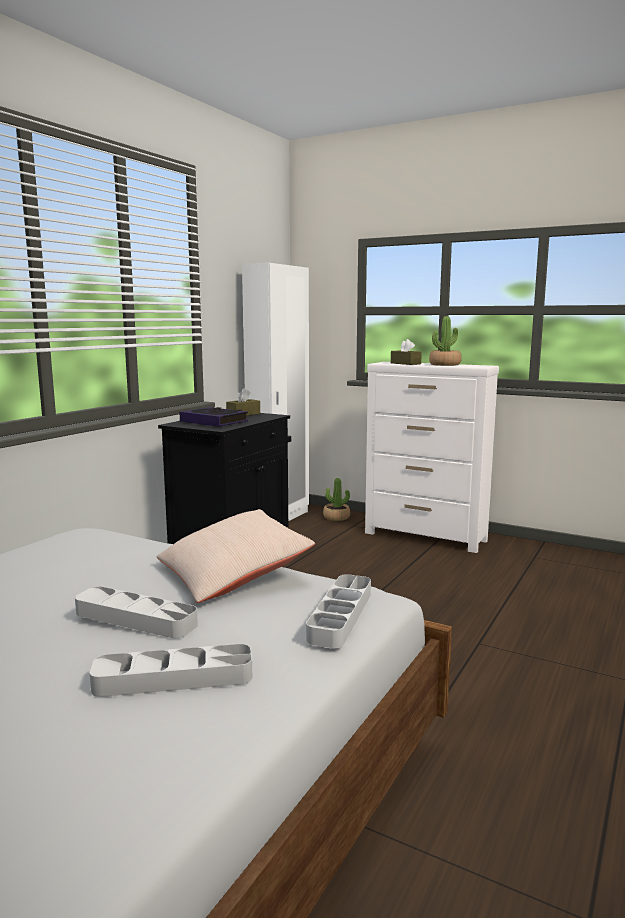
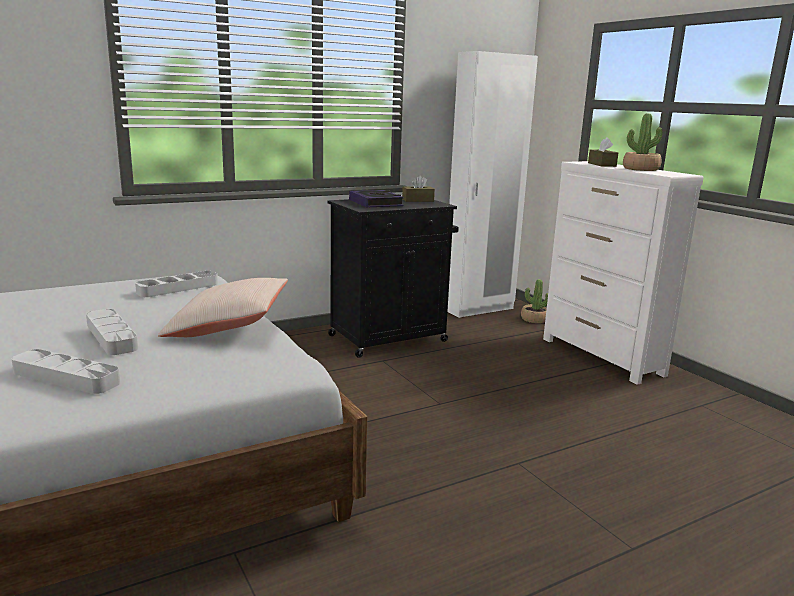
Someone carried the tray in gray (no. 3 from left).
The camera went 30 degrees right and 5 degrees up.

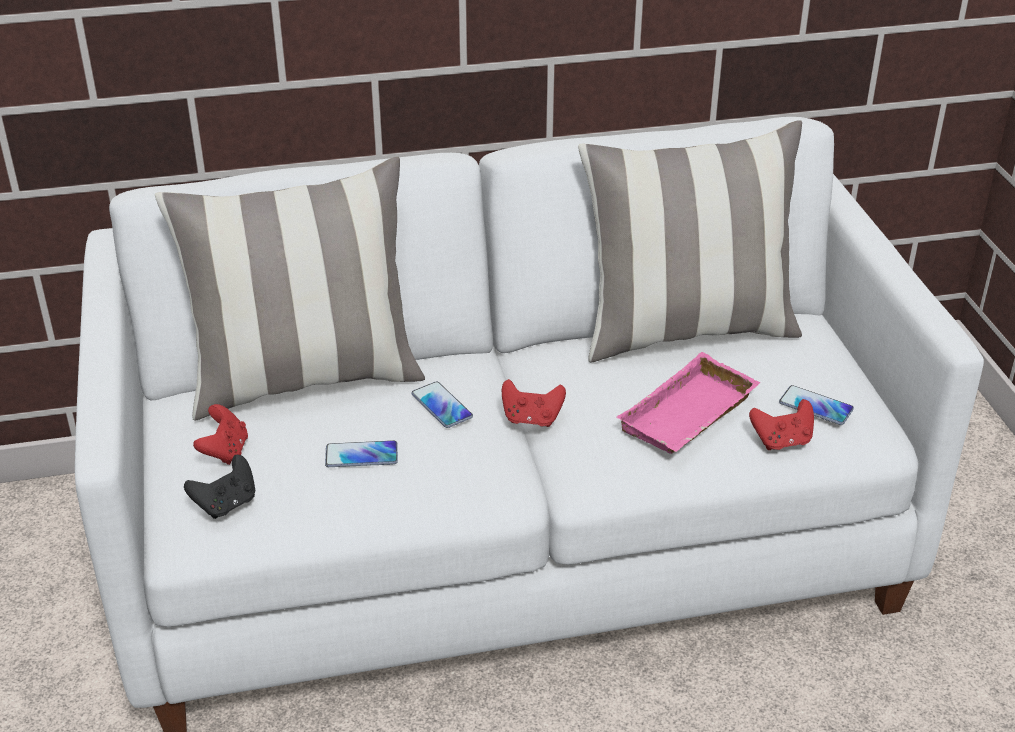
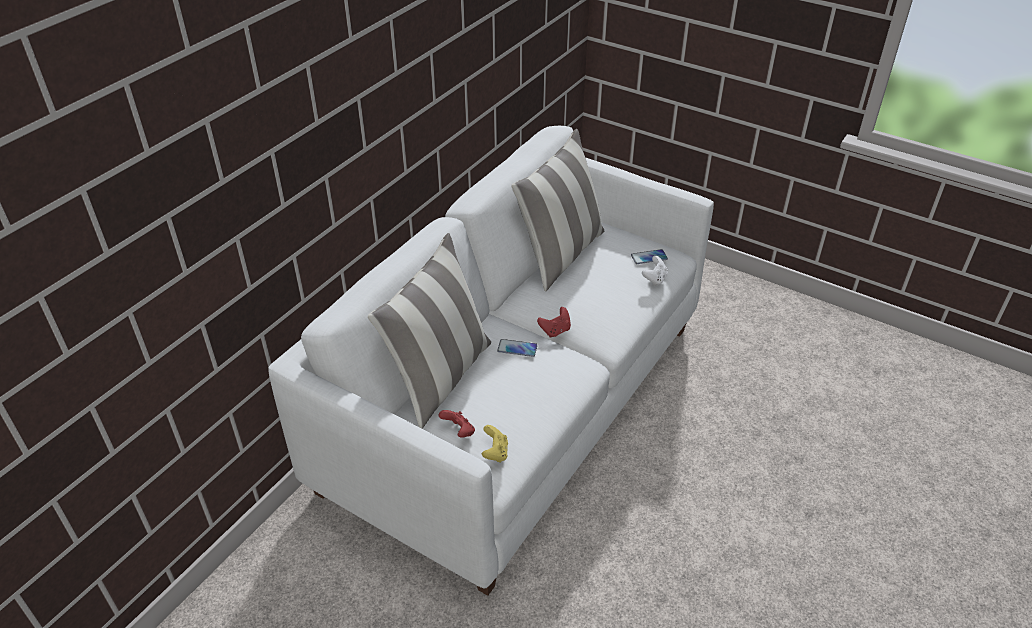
Someone repainted the game controller in black-coloured, which became the game controller in yellow-coloured.
Someone took away the phone (no. 1 from left).
Someone took away the tray in pink-coloured.
Someone repainted the game controller in red (no. 3 from left), which became the game controller in white-coloured.
The camera went 45 degrees left and 5 degrees up.

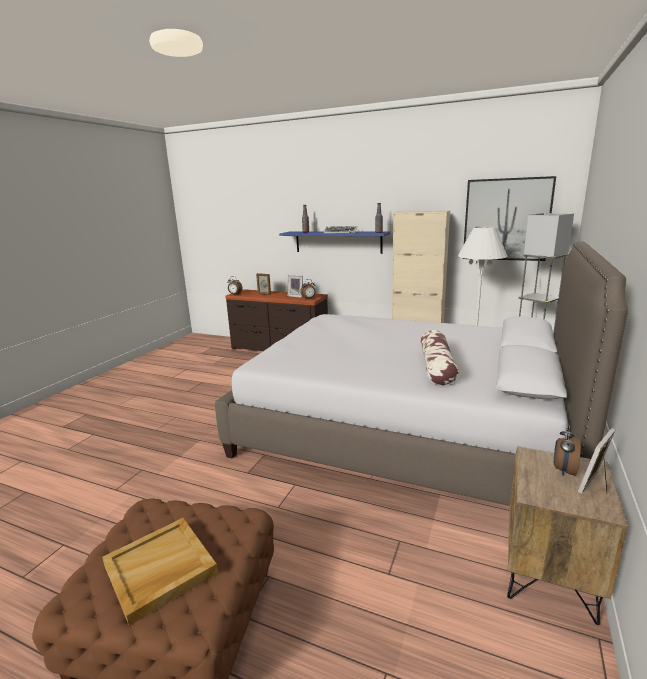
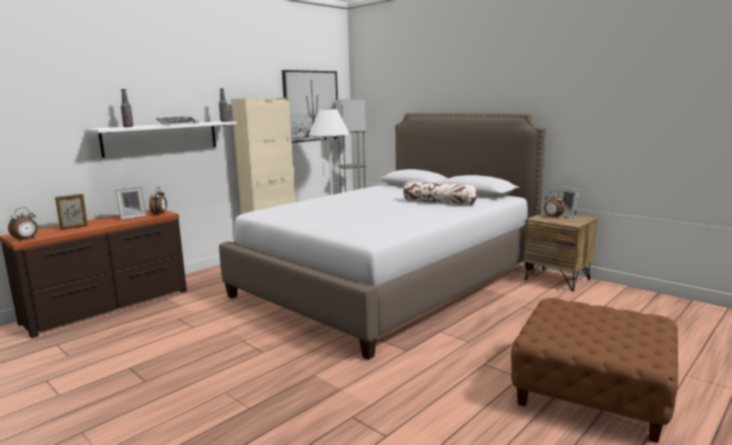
Someone took away the tray in sand-coloured.
Someone repainted the bracket shelf in bluish, which became the bracket shelf in white-coloured.
The camera went 70 degrees left and 5 degrees down.

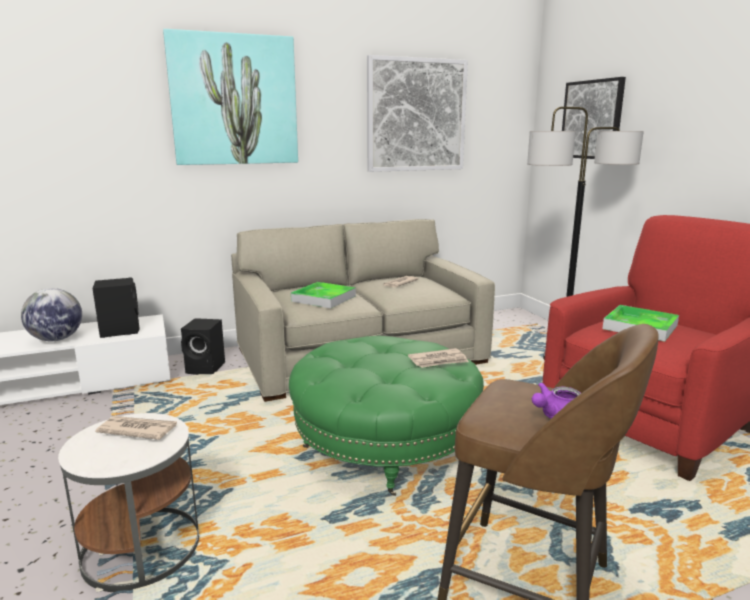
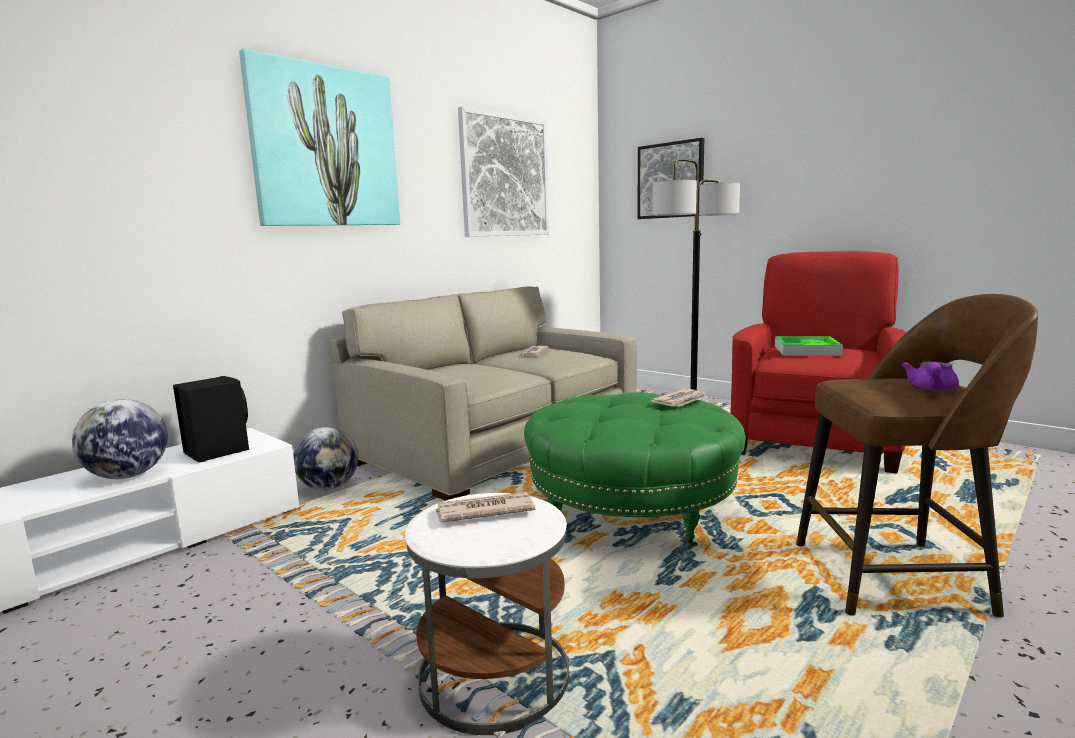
Someone swapped the speaker in black-coloured (no. 2 from left) for the globe (no. 2 from left).
Someone took away the tray (no. 1 from left).
The camera went 25 degrees left and 5 degrees down.

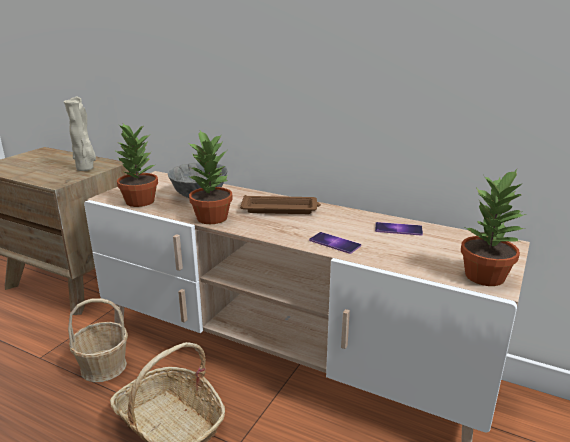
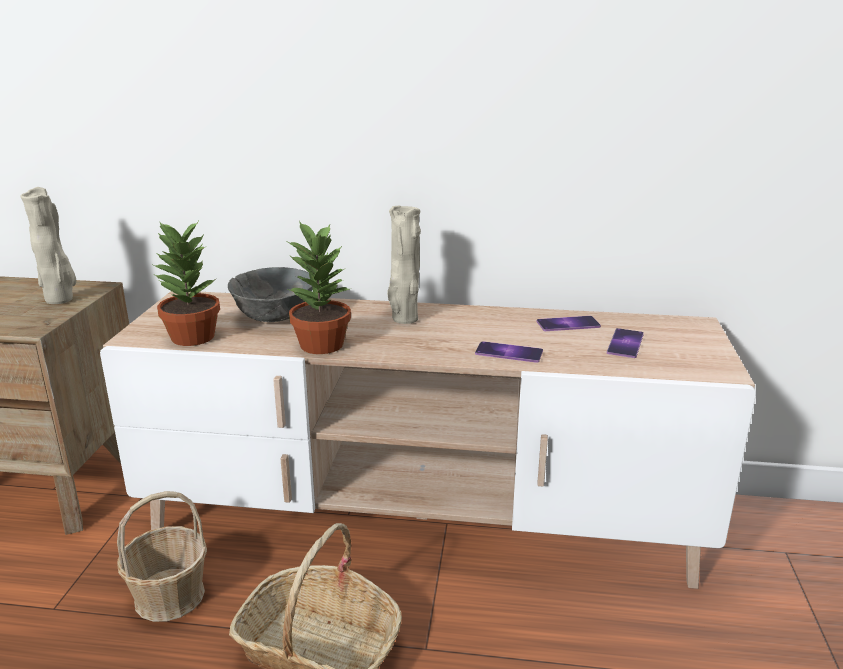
Someone swapped the tray in brownish for the flower vase in sand-coloured (no. 2 from left).
Someone took away the houseplant (no. 3 from left).
Someone put down the phone (no. 3 from left).
The camera went 20 degrees left and 0 degrees up.

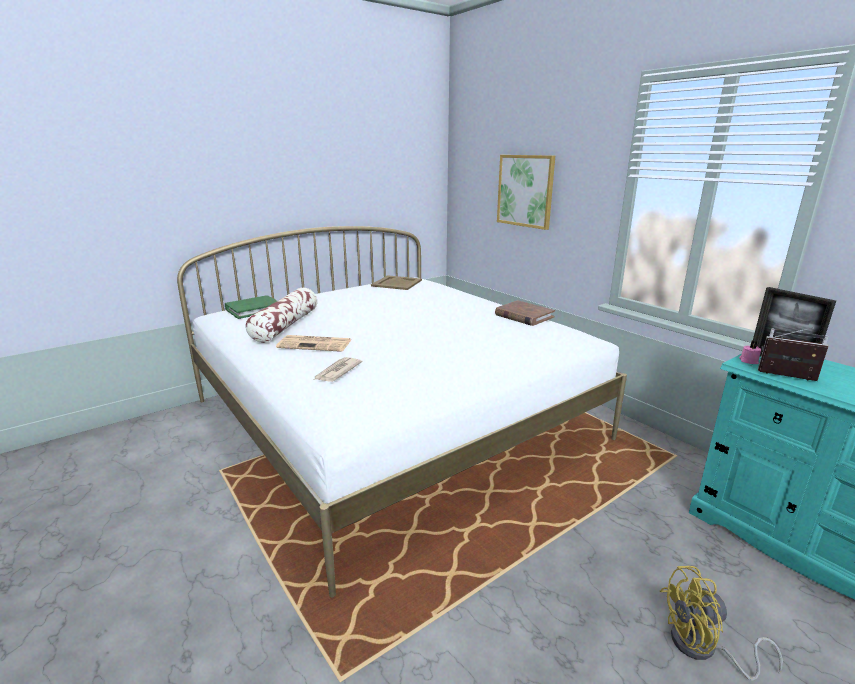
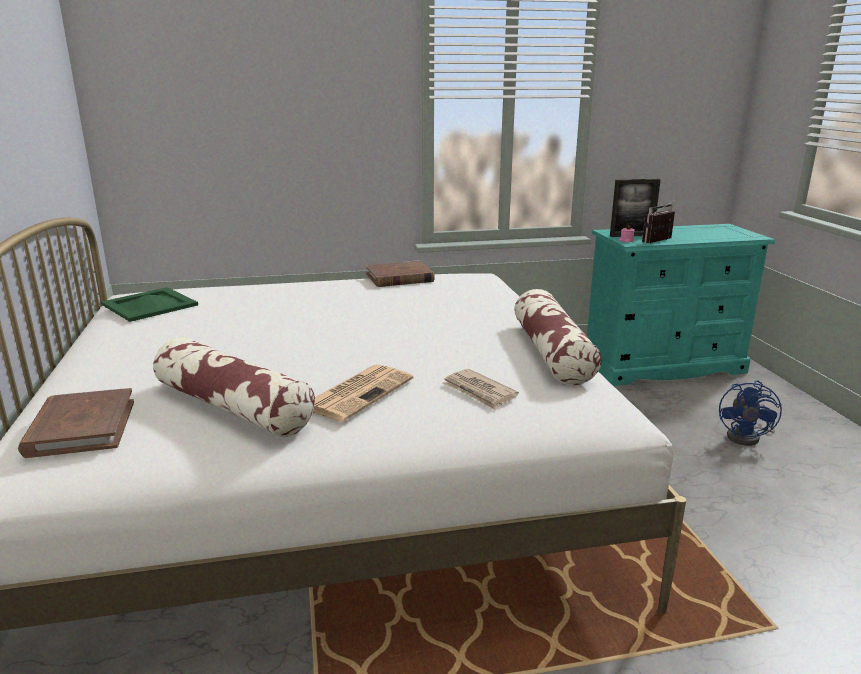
Someone repainted the volume in green, which became the volume in brownish (no. 1 from left).
Someone repainted the tray in sand-coloured, which became the tray in green.
Someone took away the wall picture.
Someone repainted the cooling fan in yellow-coloured, which became the cooling fan in bluish.
Someone put down the cushion (no. 2 from left).
The camera went 65 degrees left and 0 degrees up.

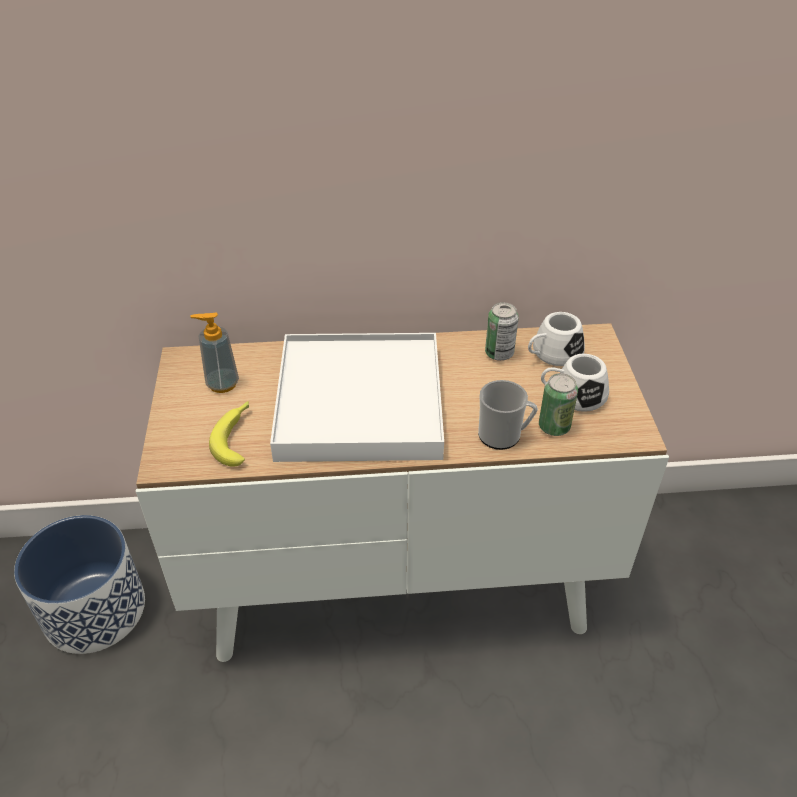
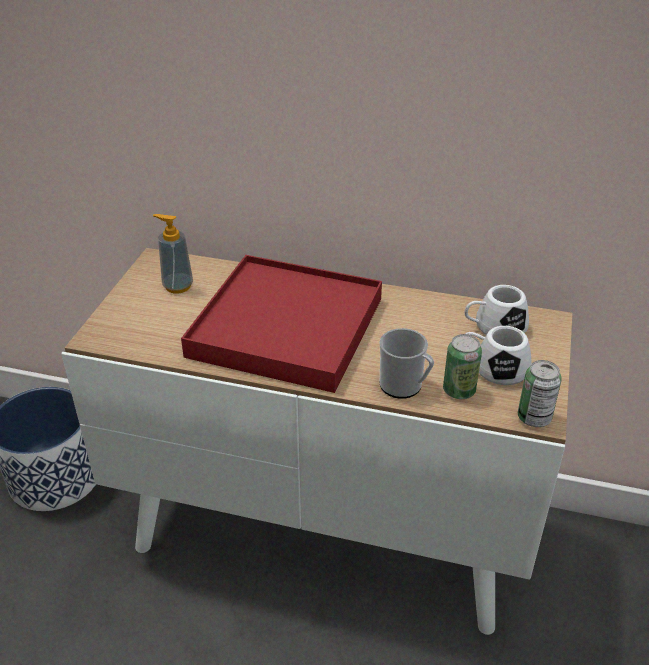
Someone took away the whole banana.
Someone repainted the tray in white-coloured, which became the tray in red.
Someone carried the metal can (no. 1 from left in the first image).
The camera went 20 degrees right and 5 degrees down.

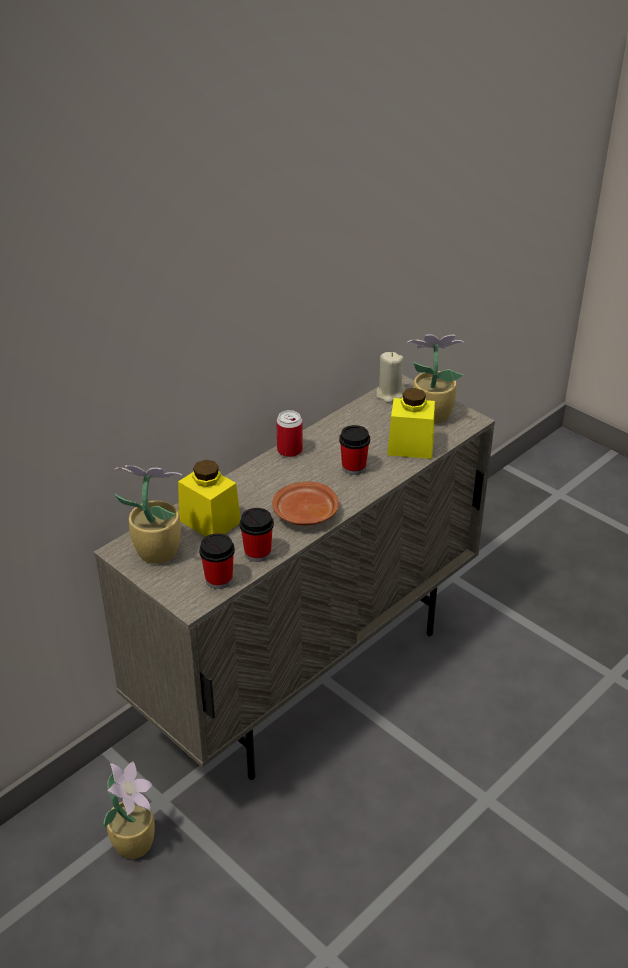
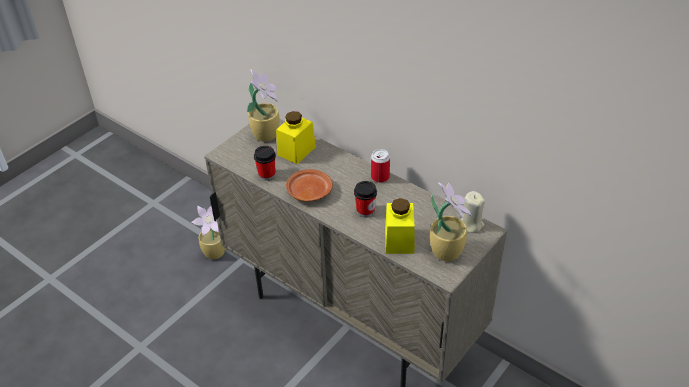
Someone took away the drinking cup (no. 1 from left).
The camera went 85 degrees right and 5 degrees up.

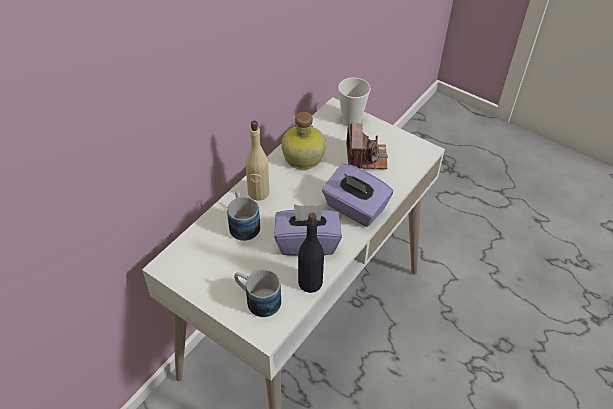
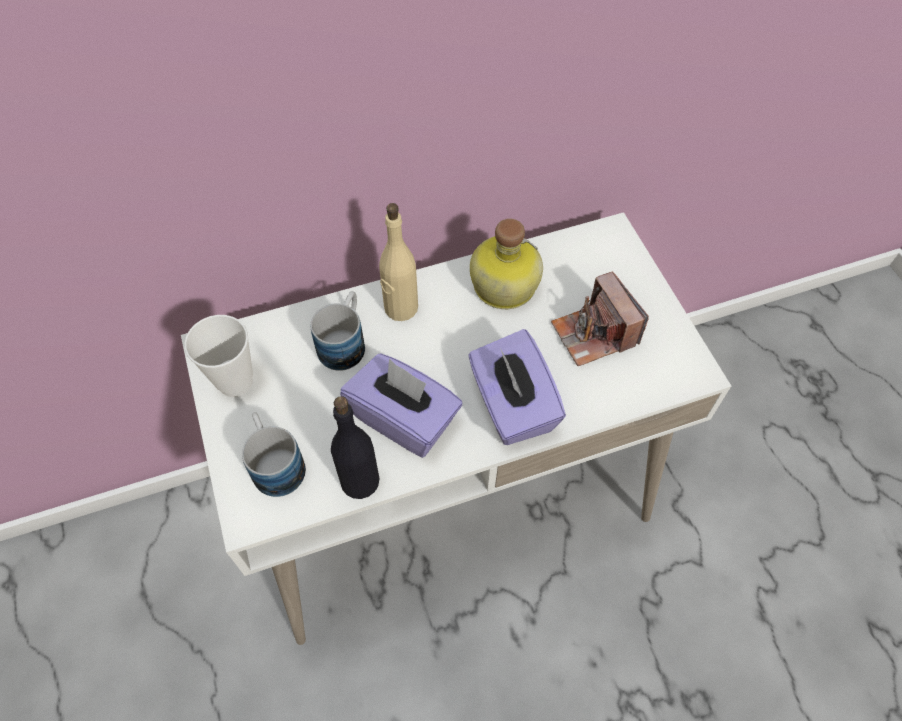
Someone carried the drinking cup.
Someone rotated the still camera by 120 degrees clockwise.
The camera went 35 degrees right and 10 degrees up.

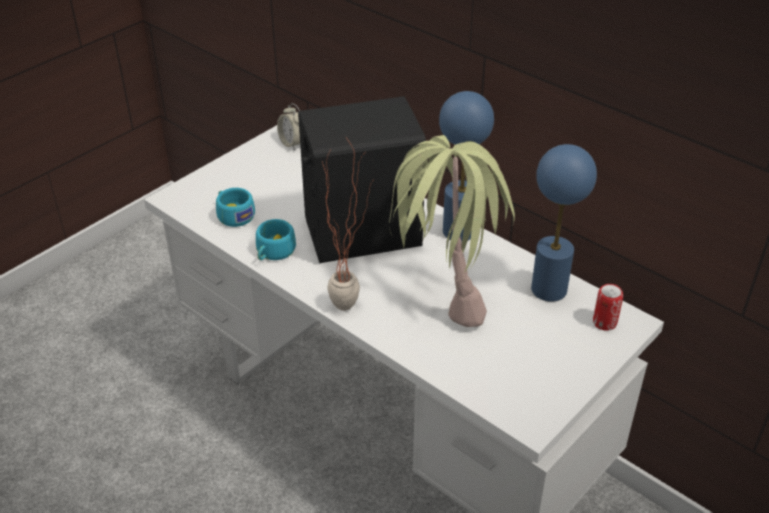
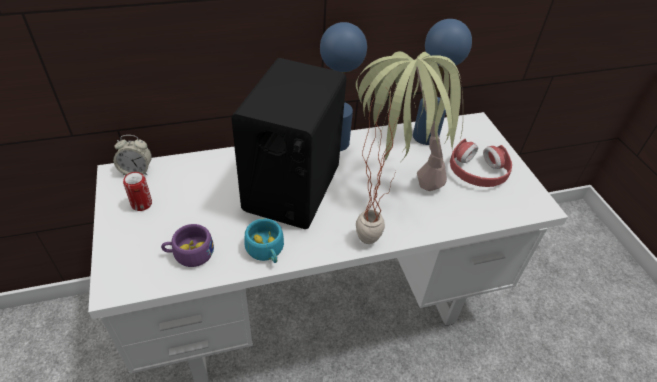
Someone repainted the drinking cup in turquoise (no. 1 from left), which became the drinking cup in purplish.
Someone carried the metal can.
Someone put down the headphones in red.
The camera went 60 degrees left and 5 degrees up.

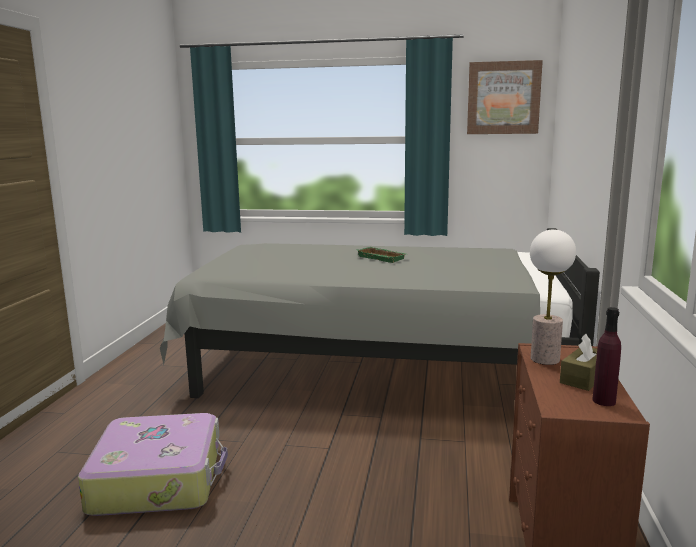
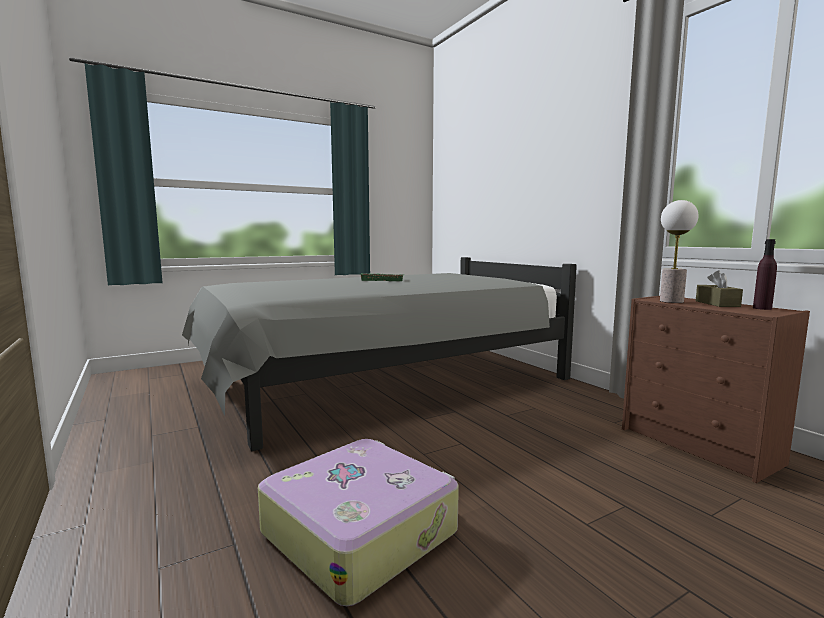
Someone took away the wall picture.
The camera went 40 degrees left and 5 degrees down.

